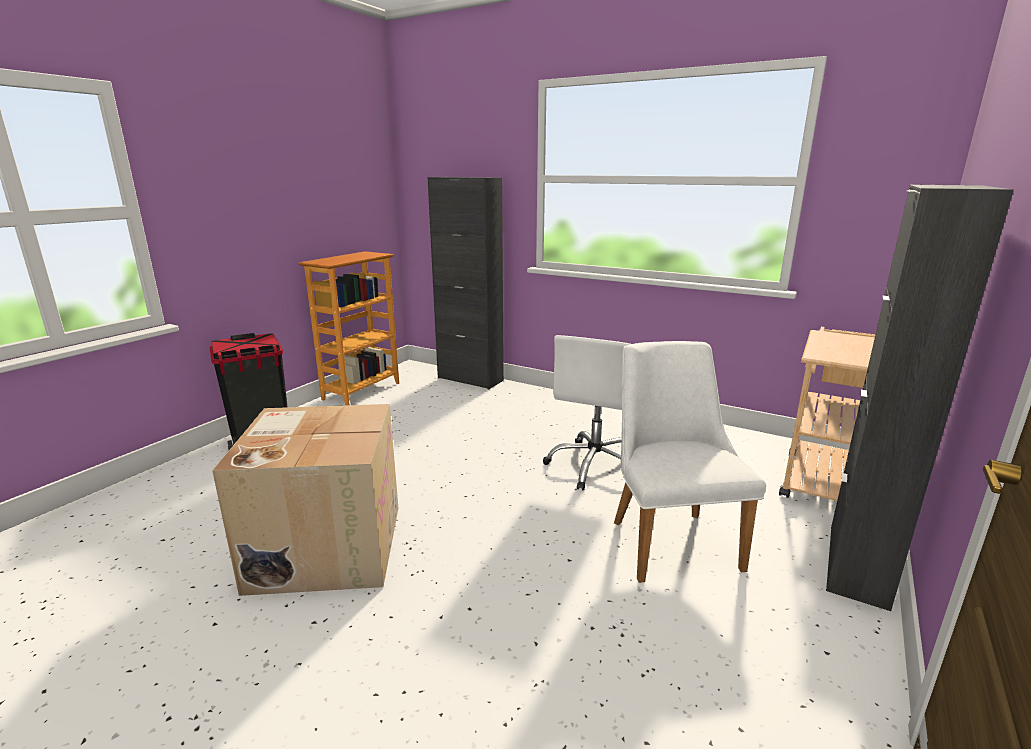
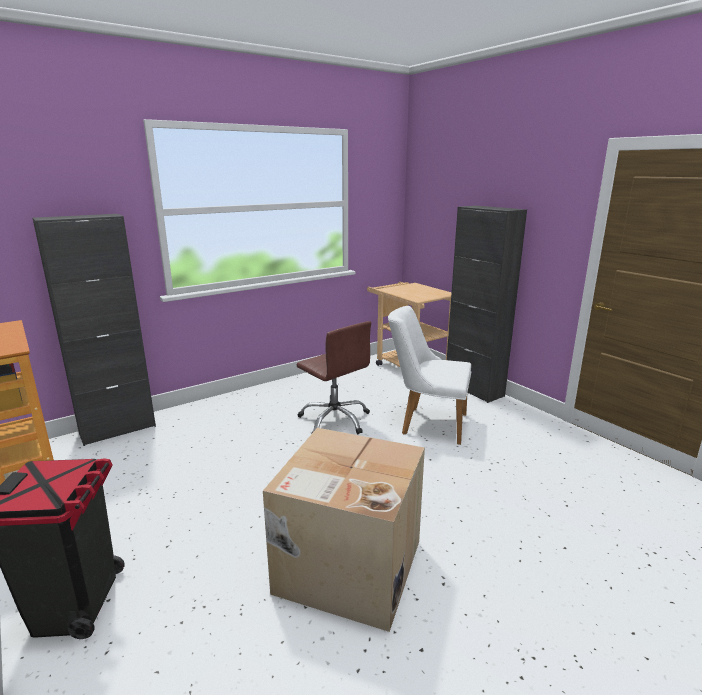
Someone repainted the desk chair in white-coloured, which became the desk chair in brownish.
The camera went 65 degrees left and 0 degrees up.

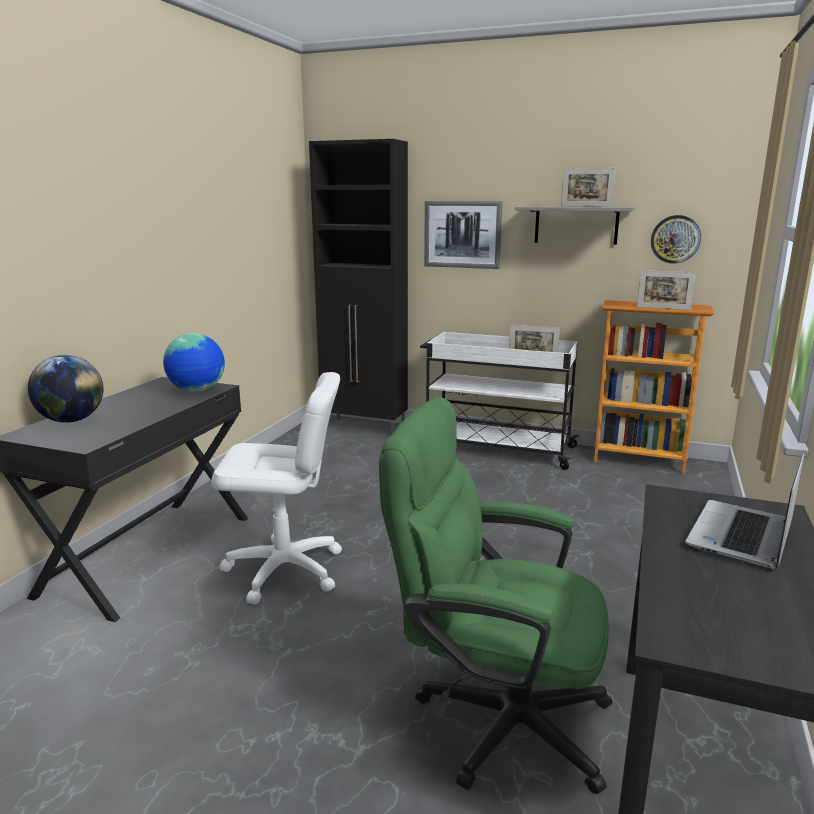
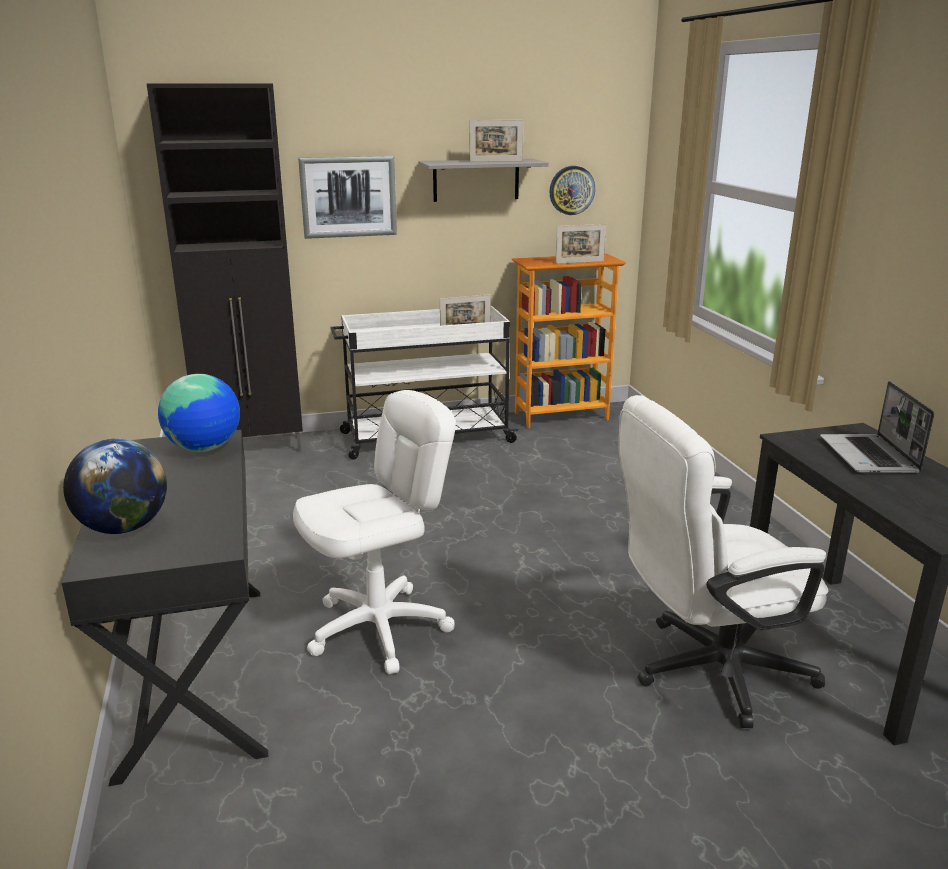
Someone repainted the desk chair in green, which became the desk chair in white-coloured (no. 2 from left).
The camera went 35 degrees left and 5 degrees up.

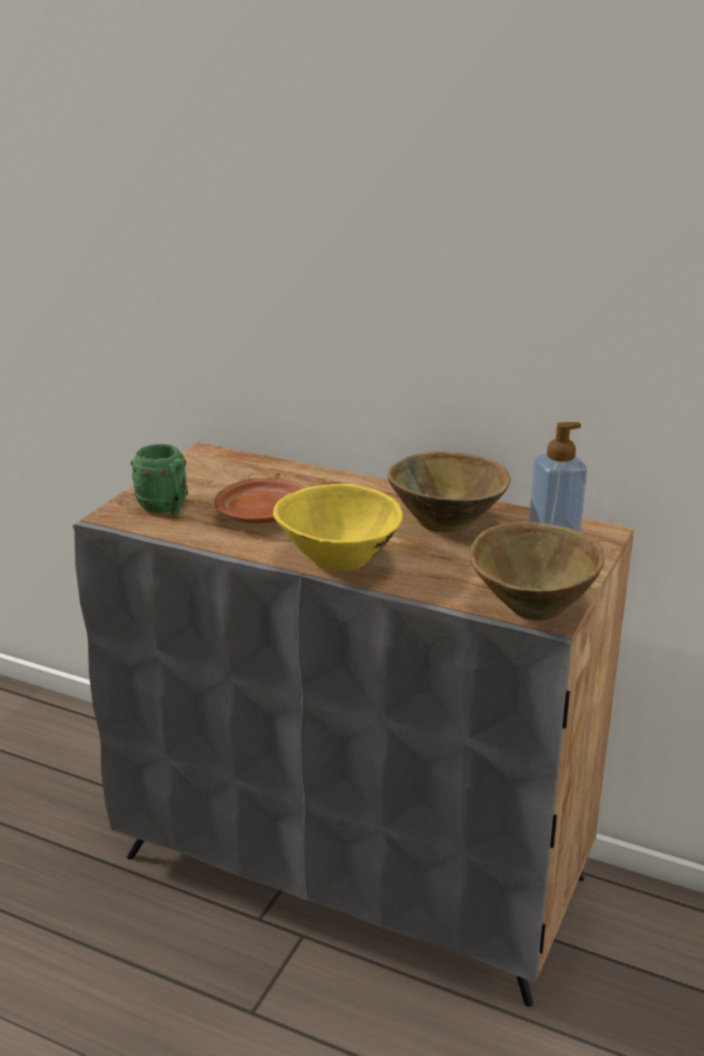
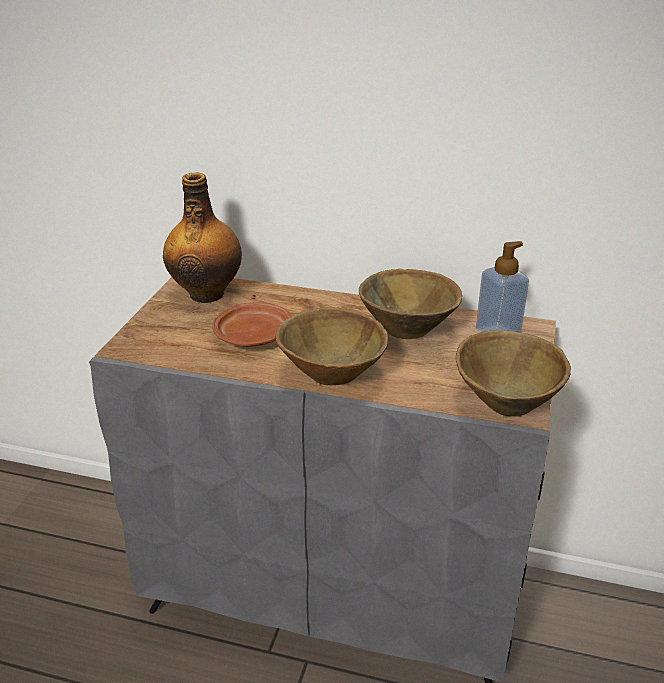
Someone took away the mug in green.
Someone repainted the deep dish in yellow-coloured, which became the deep dish in brownish (no. 1 from left).
Someone put down the bottle.
The camera went 10 degrees left and 5 degrees up.

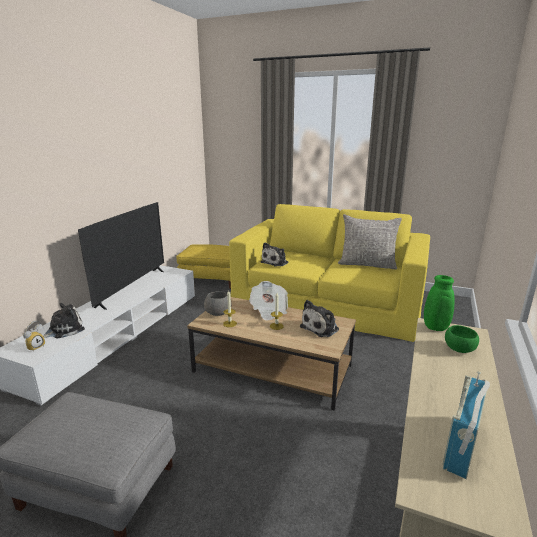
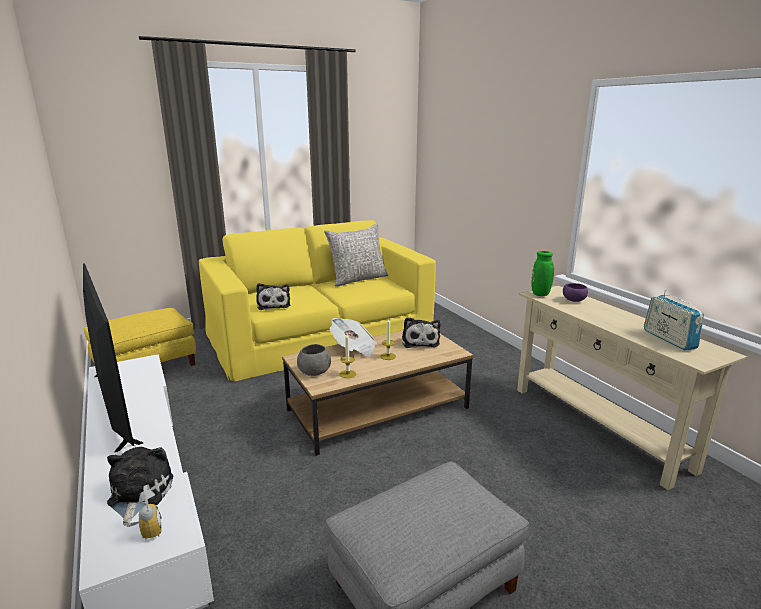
Someone repainted the deep dish in green, which became the deep dish in purplish.
The camera went 50 degrees left and 0 degrees up.

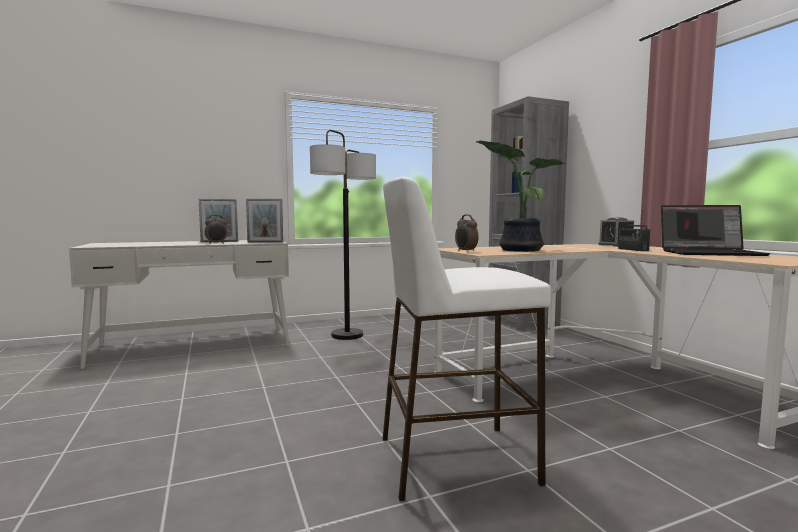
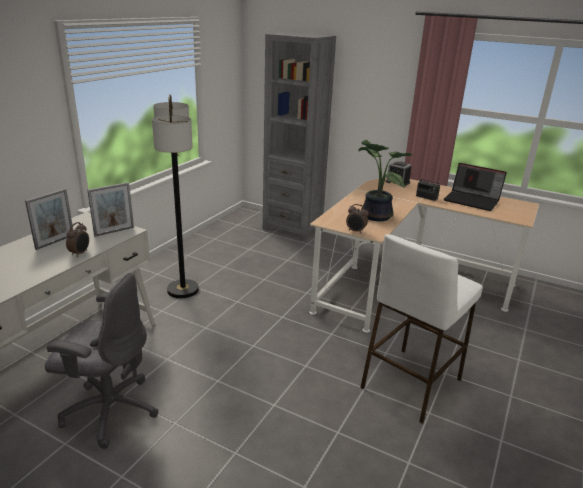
Someone rotated the notebook computer by 60 degrees clockwise.
Someone put down the desk chair in gray.
The camera went 40 degrees left and 20 degrees up.

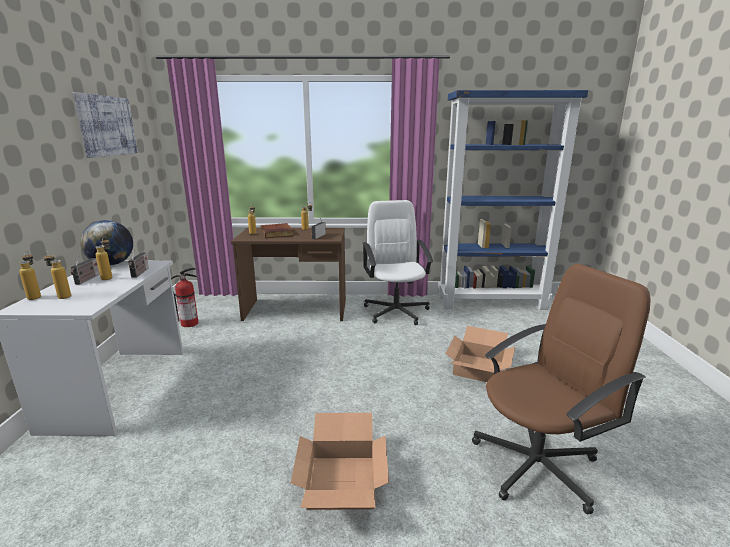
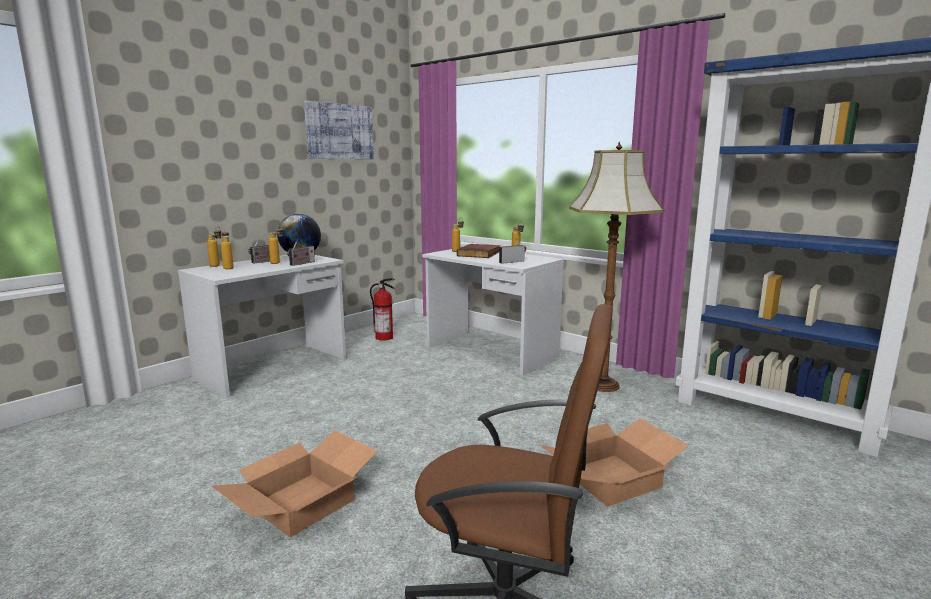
Someone repainted the desk table in brownish, which became the desk table in white-coloured (no. 2 from left).
Someone swapped the desk chair in white-coloured for the standing lamp.
The camera went 40 degrees right and 5 degrees down.

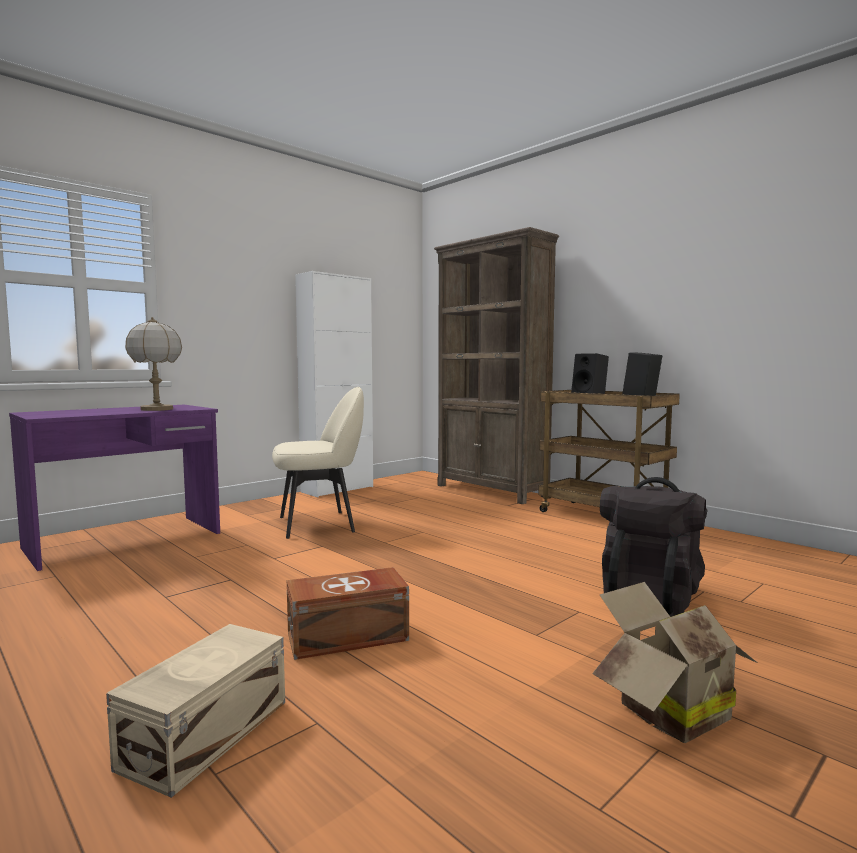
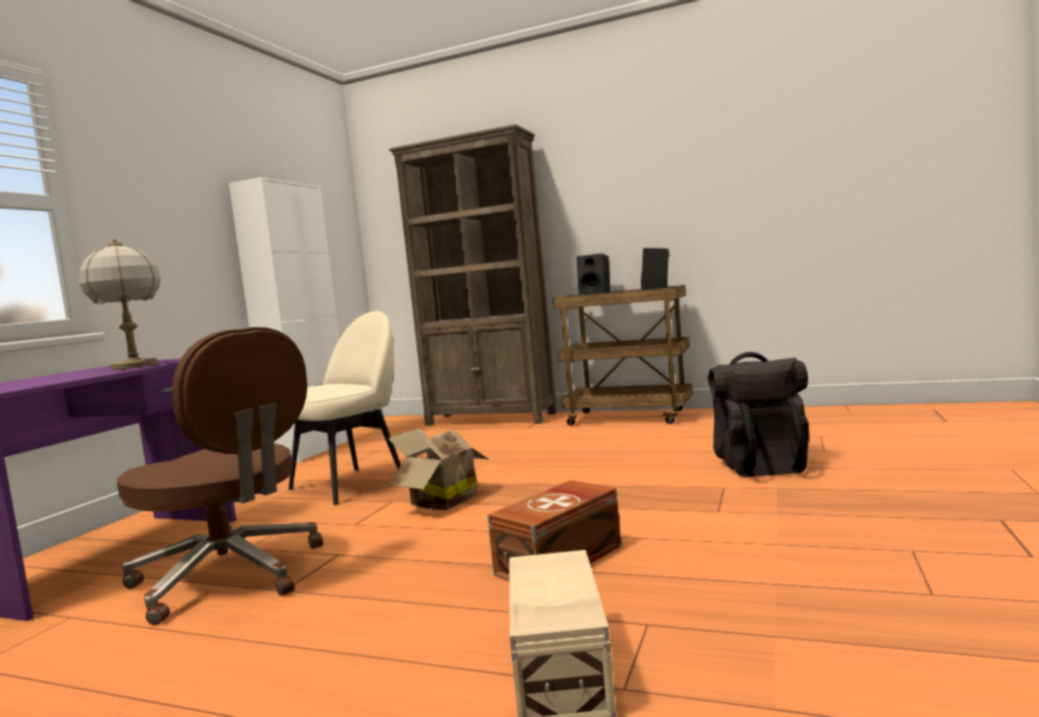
Someone carried the carton.
Someone put down the desk chair in brownish.
The camera went 25 degrees left and 0 degrees up.

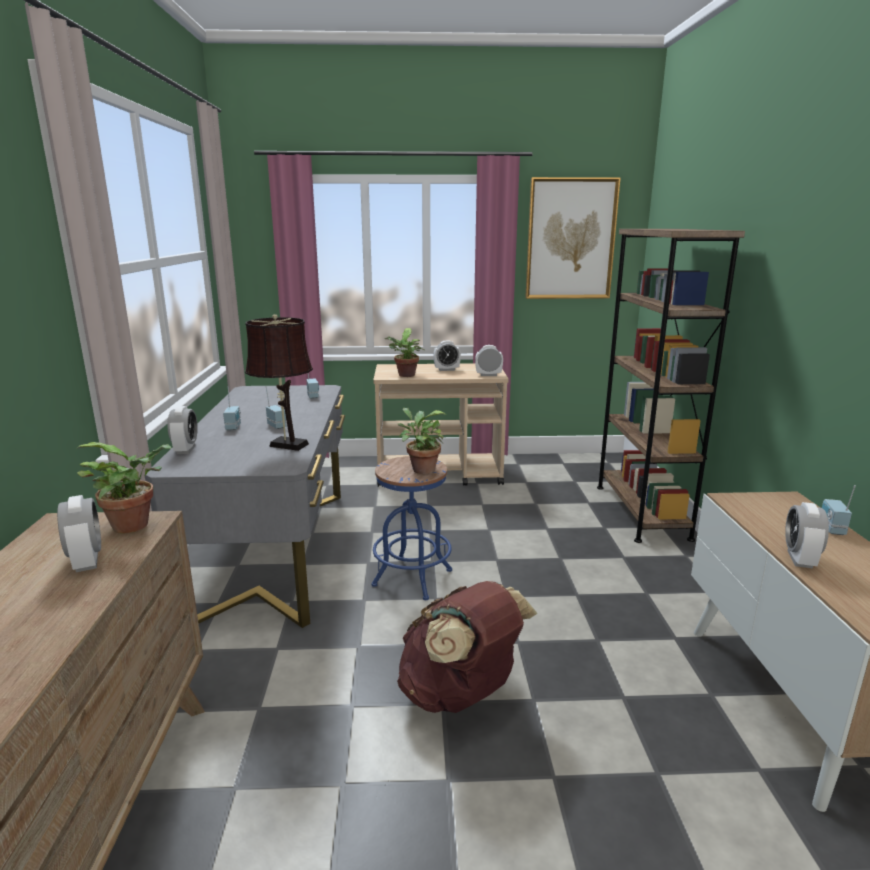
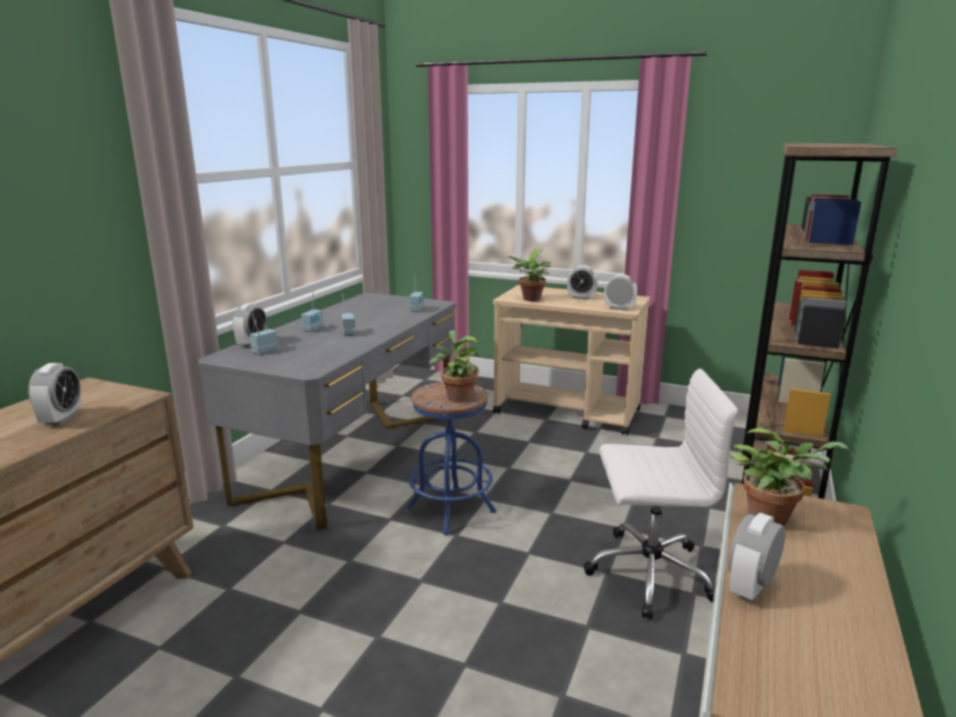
Someone carried the houseplant (no. 1 from left in the first image).
Someone took away the tabletop lamp in brownish.
Someone took away the backpack in brownish.
Someone took away the wall picture.
Someone carried the radio set (no. 4 from left in the first image).
Someone put down the desk chair in white-coloured.
The camera went 25 degrees right and 0 degrees up.

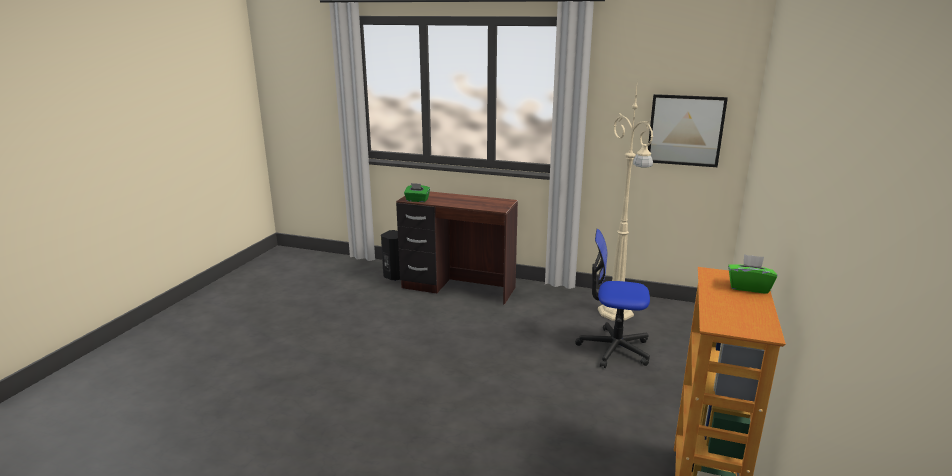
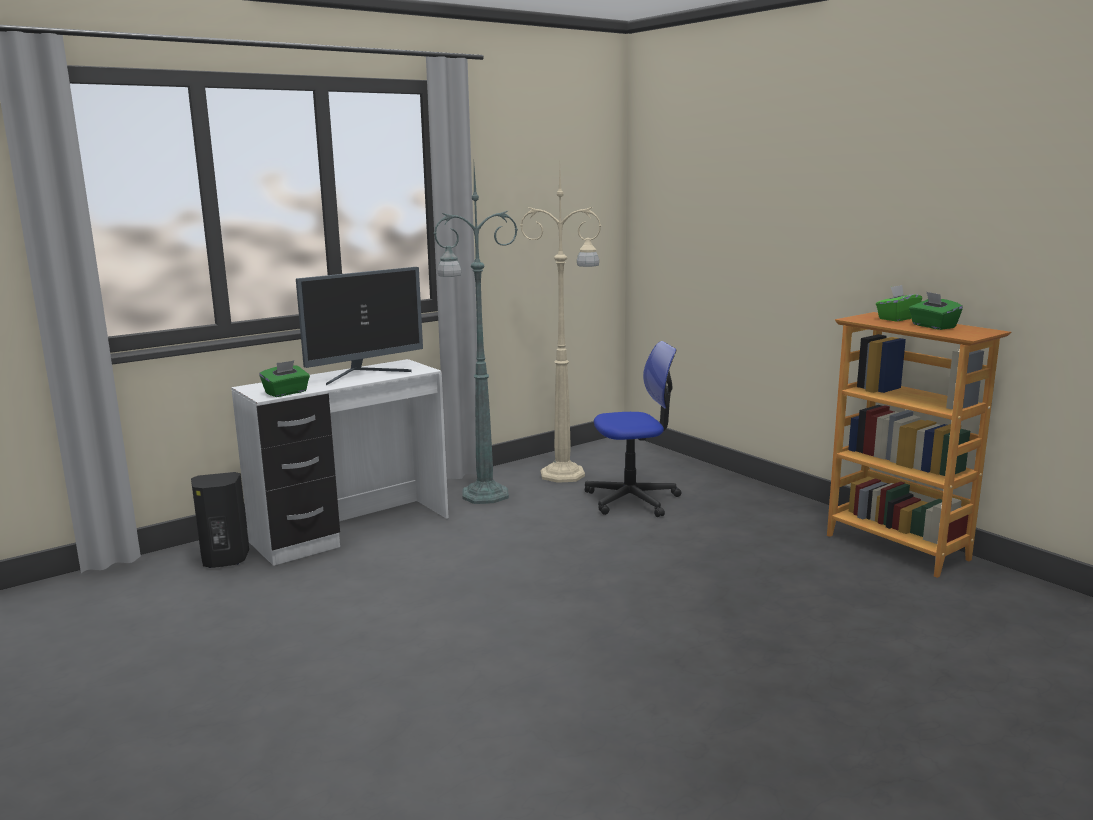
Someone repainted the desk table in brownish, which became the desk table in white-coloured.
Someone rotated the desk chair by 150 degrees counterclockwise.
Someone took away the wall picture.
Someone put down the computer display.
Someone put down the standing lamp in green.
Someone put down the tissue holder in green (no. 3 from left).
The camera went 55 degrees left and 5 degrees down.

